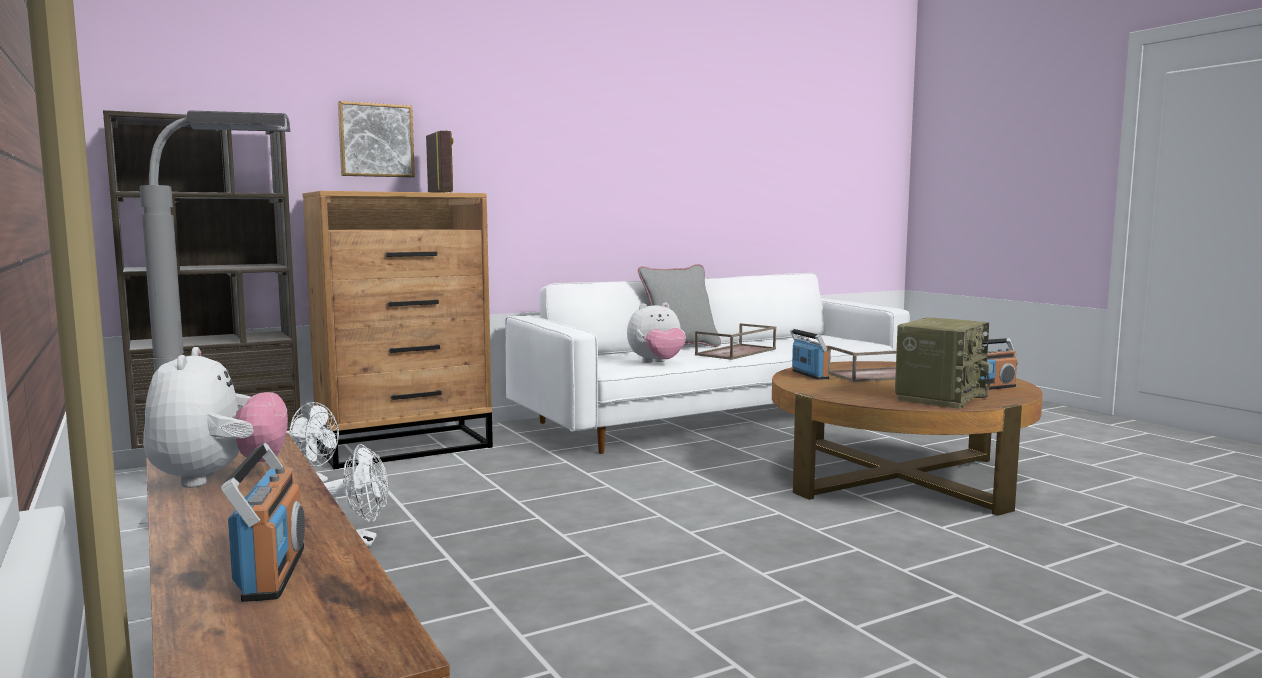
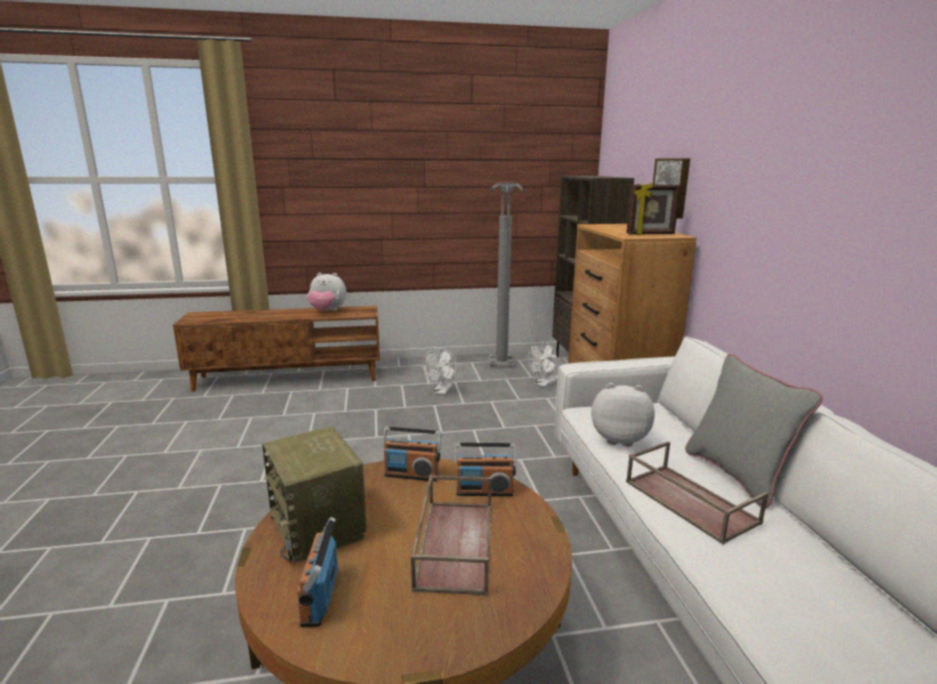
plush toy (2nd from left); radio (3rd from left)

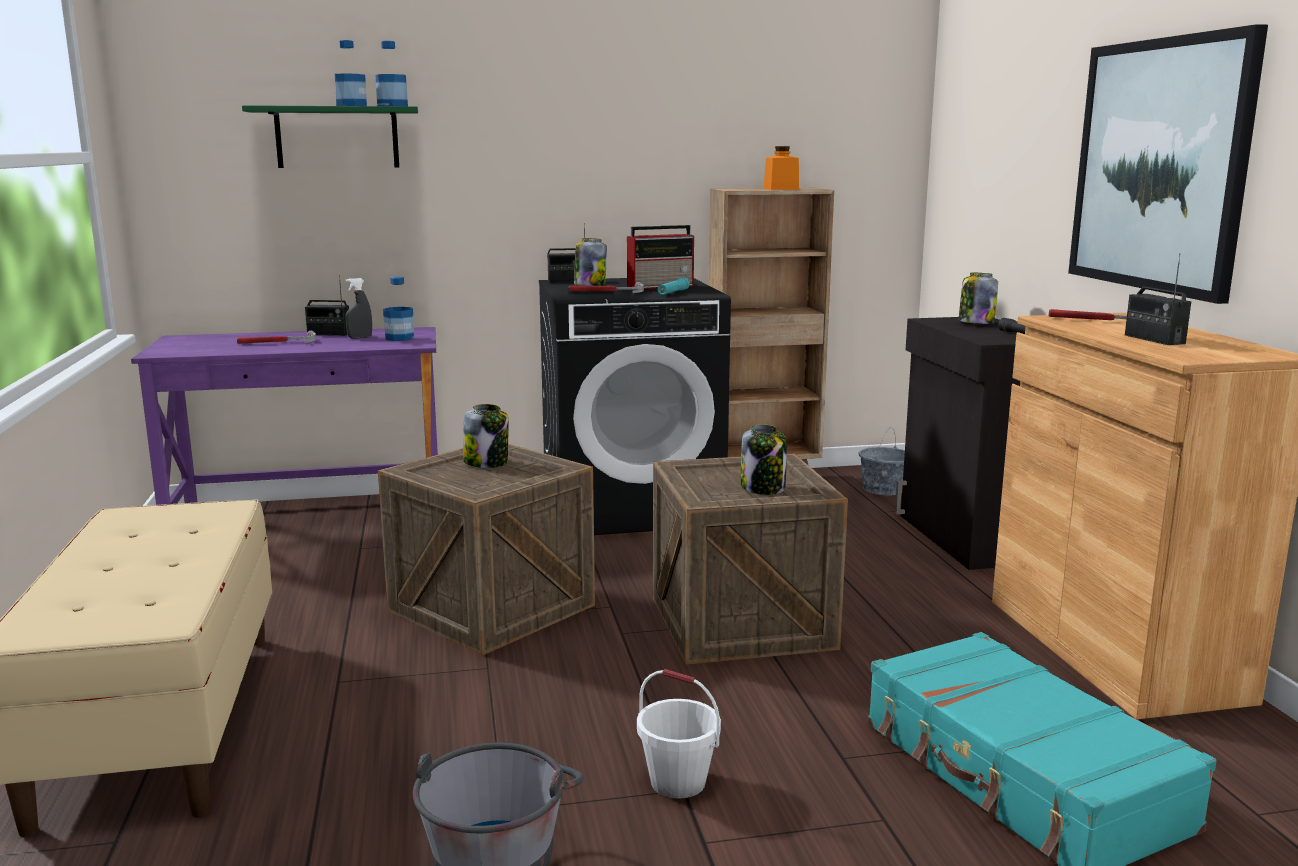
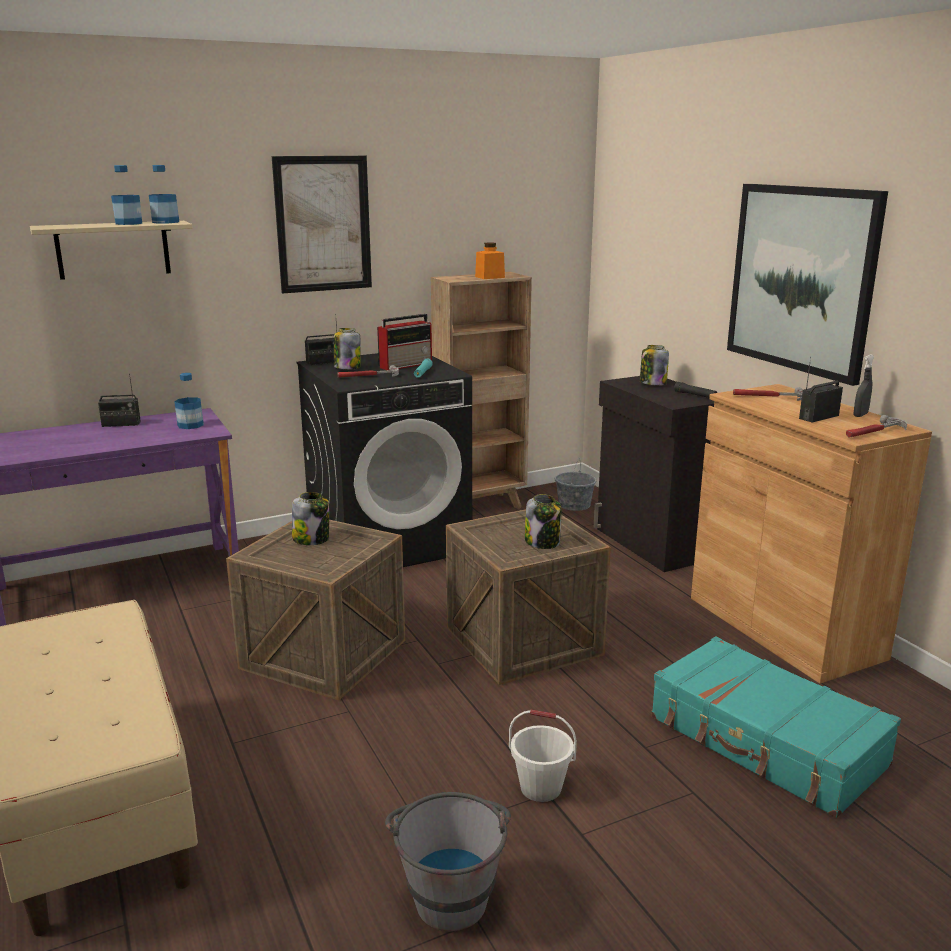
shelf in beige-coloured; radio (4th from left); spray bottle in grey; hand hammer (3rd from left); wall art (1st from left)

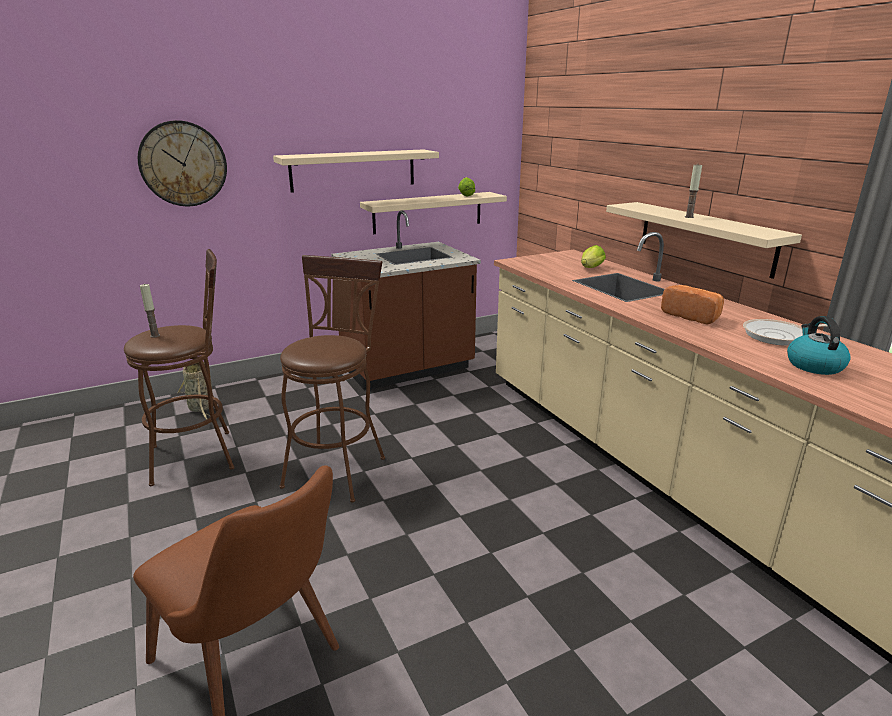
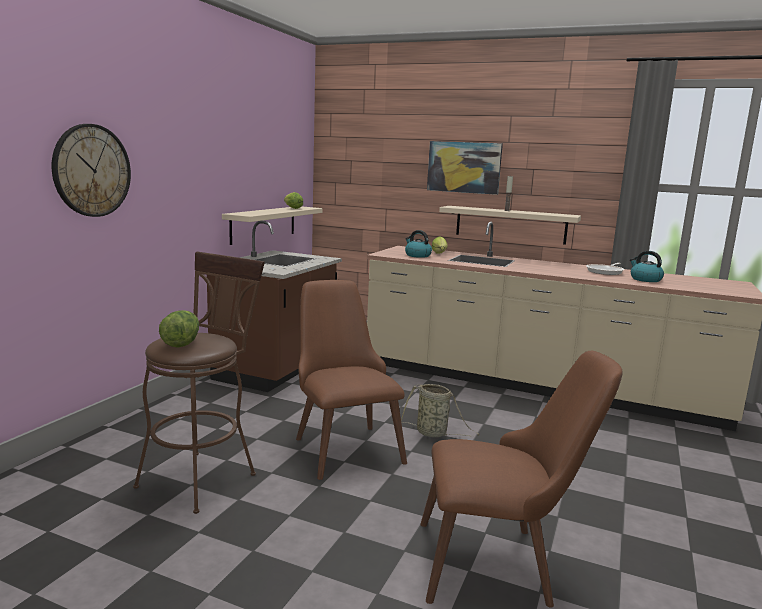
shelf in beige-coloured (1st from left in the first image); upright chair in brownish (1st from left); head of lettuce (1st from left); bakery bread; basket; wall art; water kettle (1st from left)

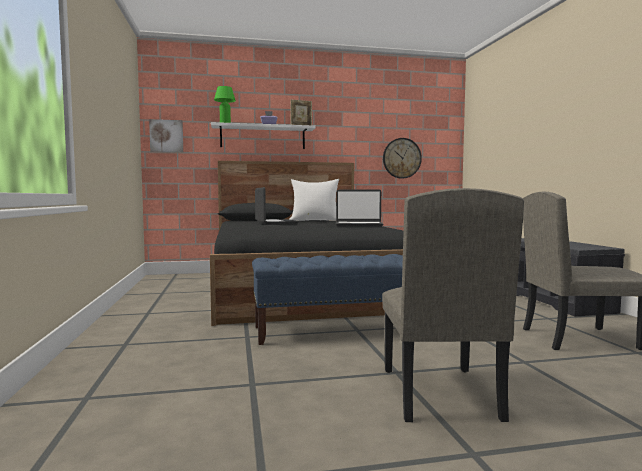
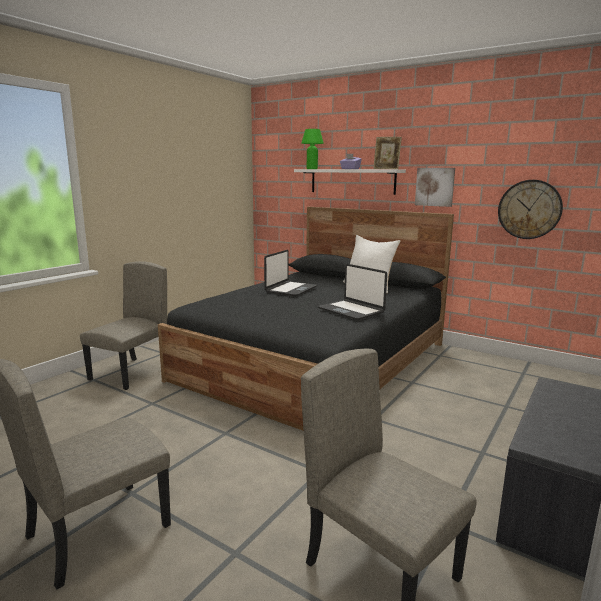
wall art; bench in bluish; upright chair in beige-coloured (2nd from left)

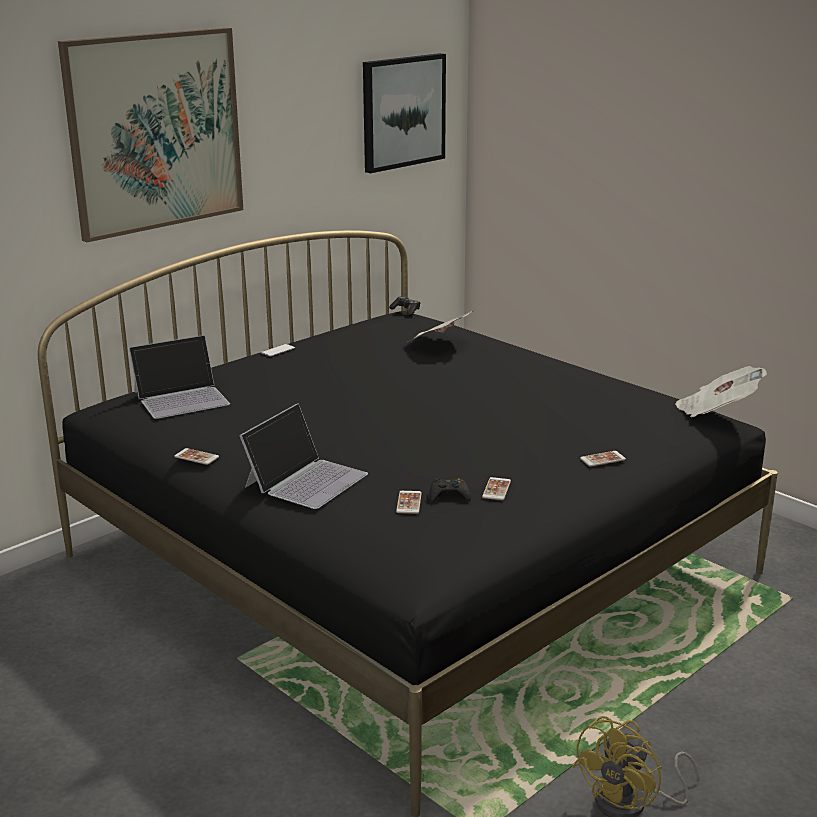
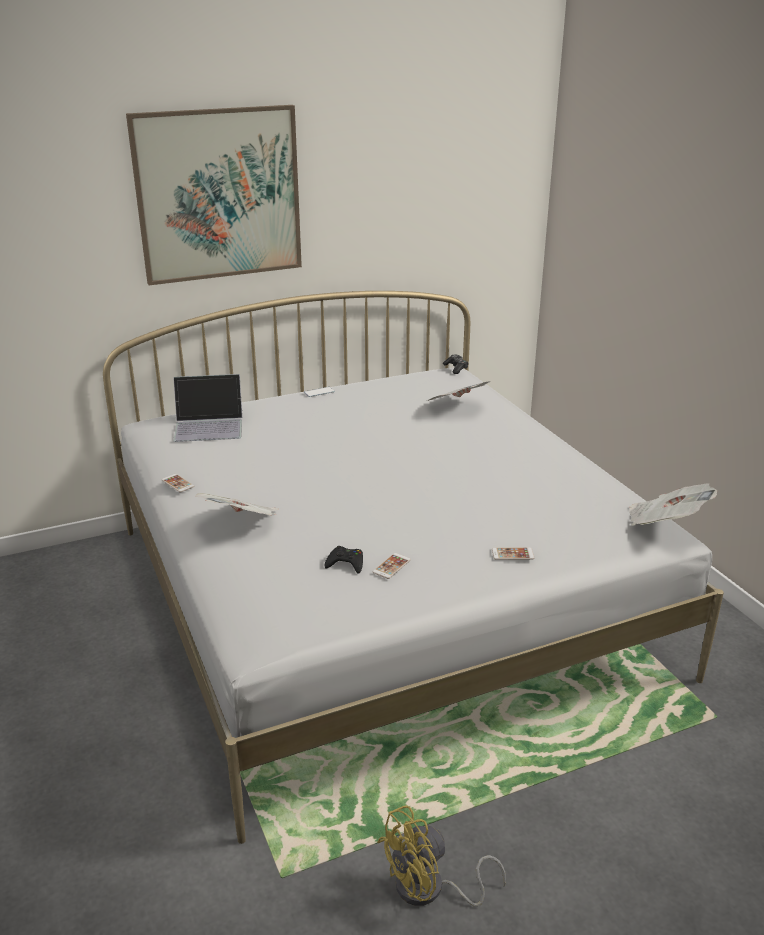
wall art (2nd from left in the first image); bed in whitish; printed paper (1st from left); phone (3rd from left in the first image)

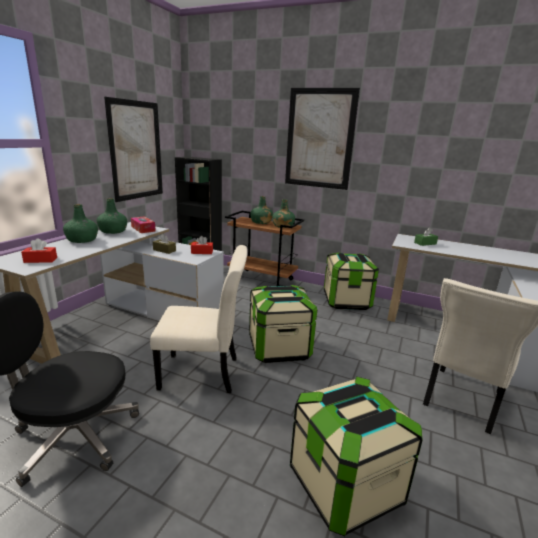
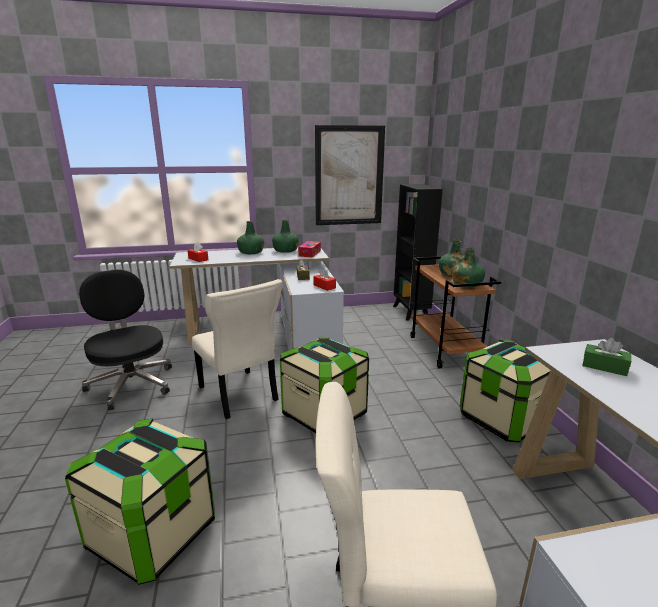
wall art (2nd from left in the first image)

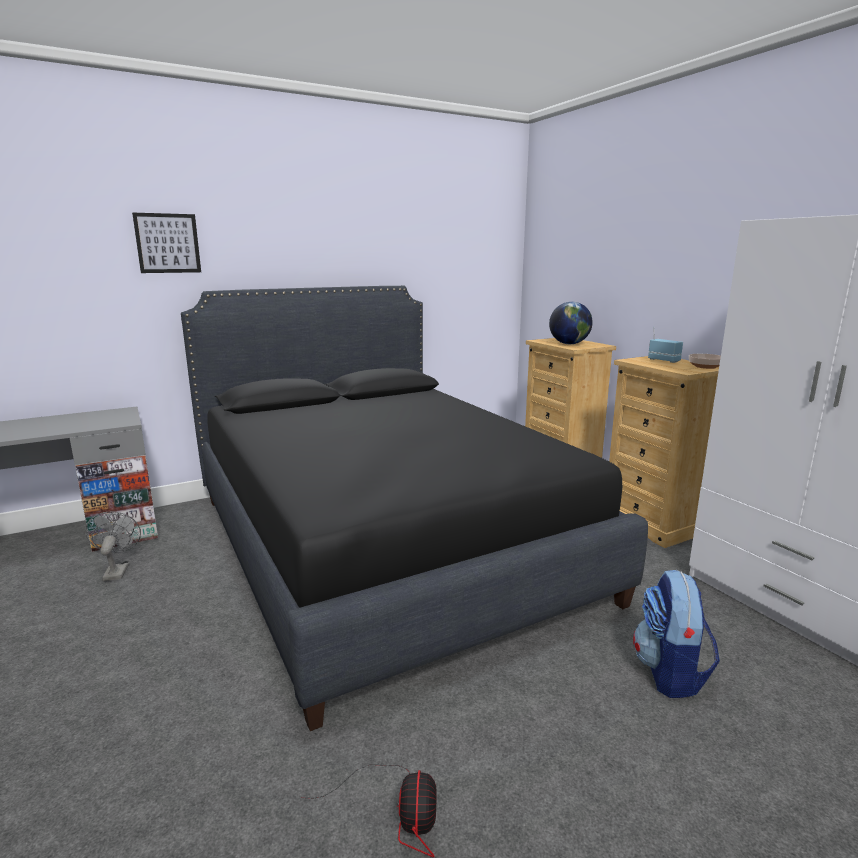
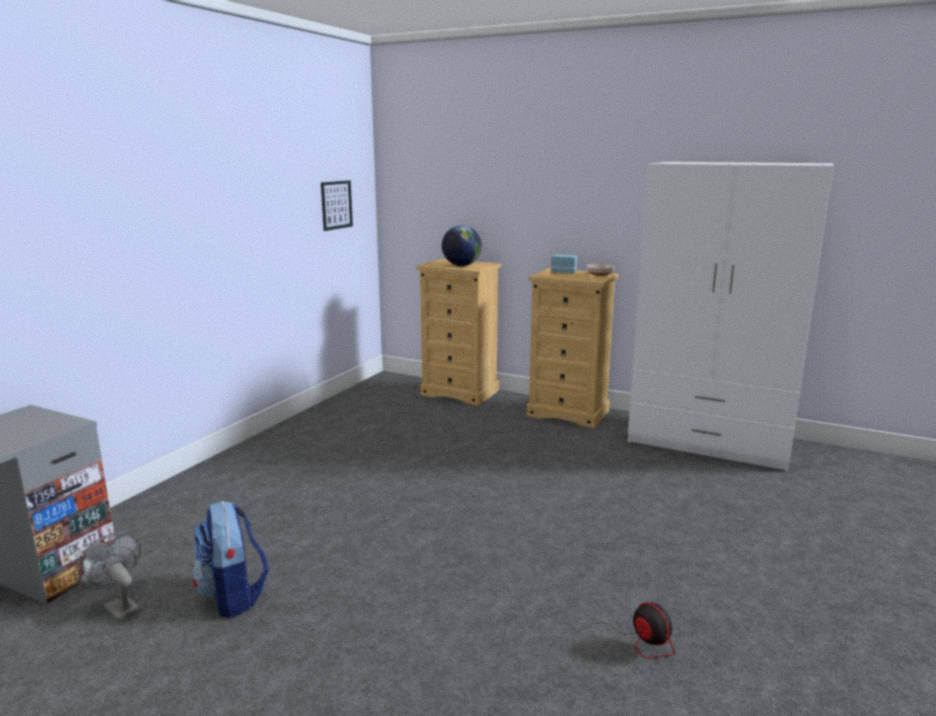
wall art; bed in blackish; backpack

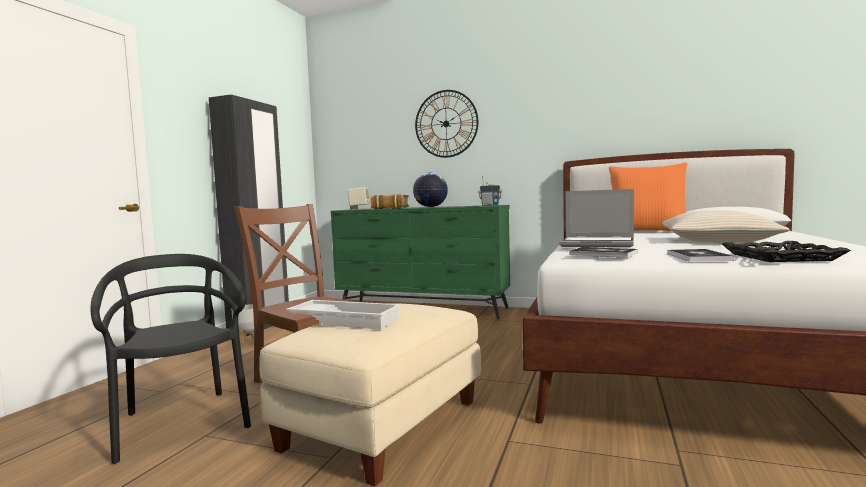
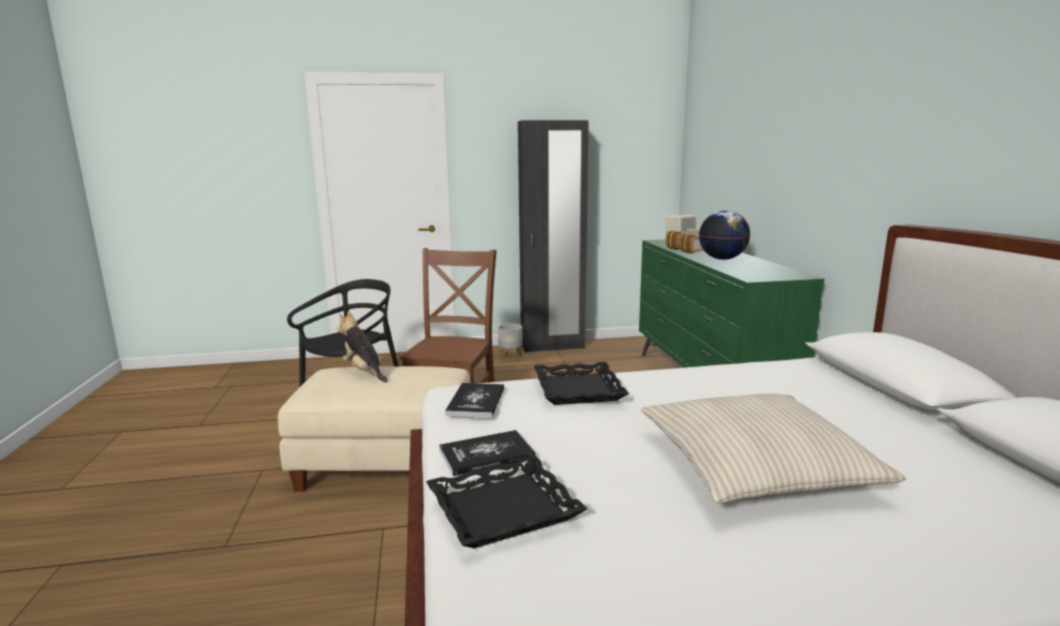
clock on the wall; pillow in orange-coloured; radio; tray in blackish (2nd from left); plush toy

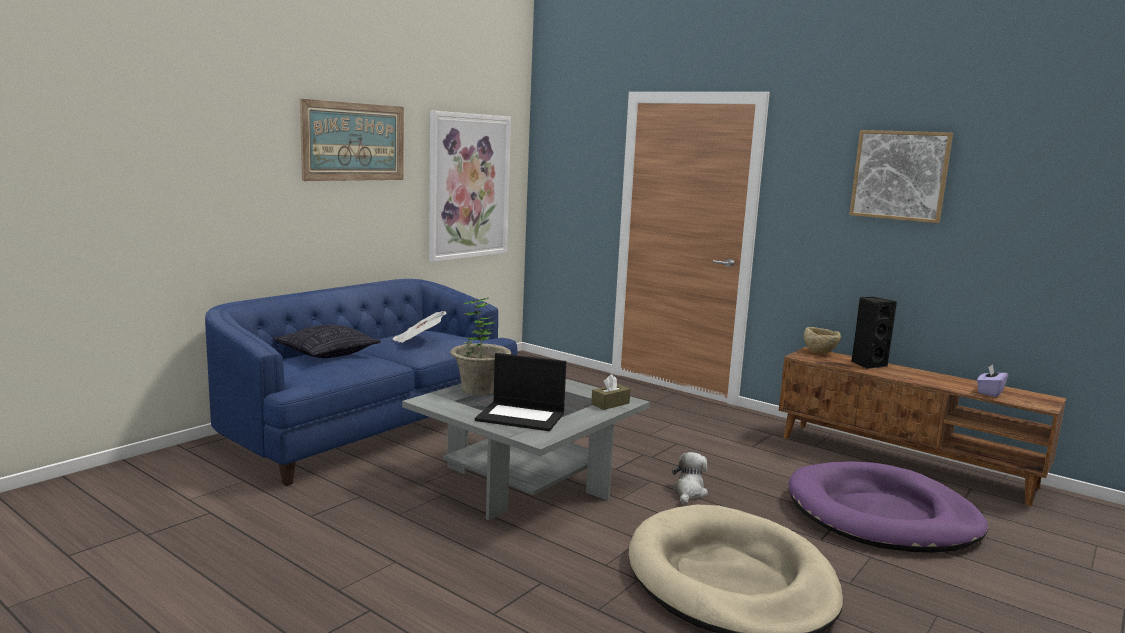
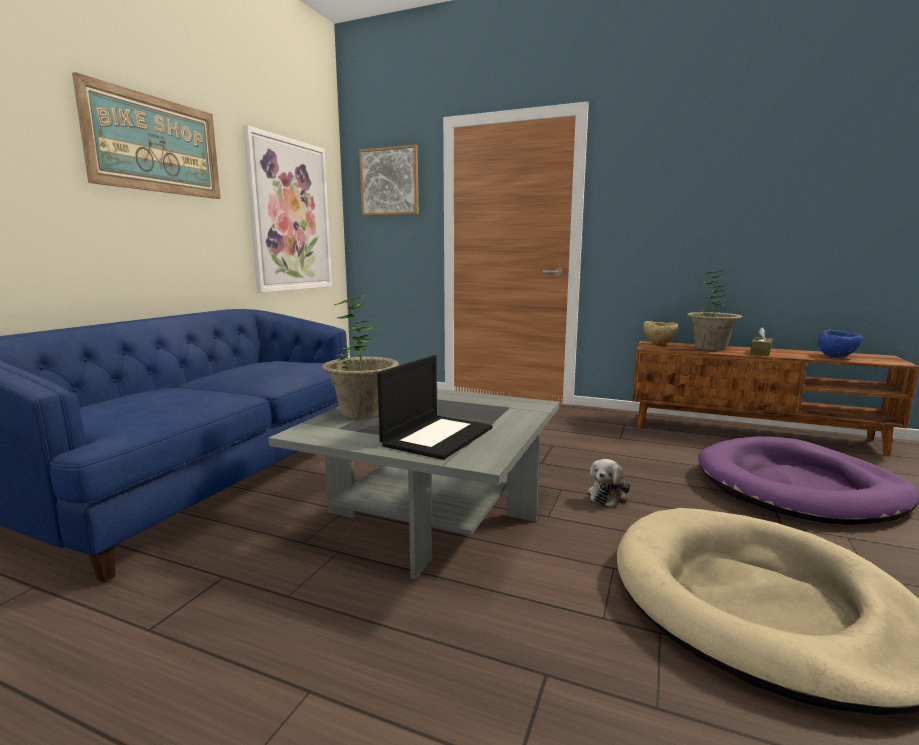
wall art (3rd from left); houseplant (2nd from left); printed paper; pillow; portable computer; deep dish in bluish; tissue holder in brownish; plush toy

